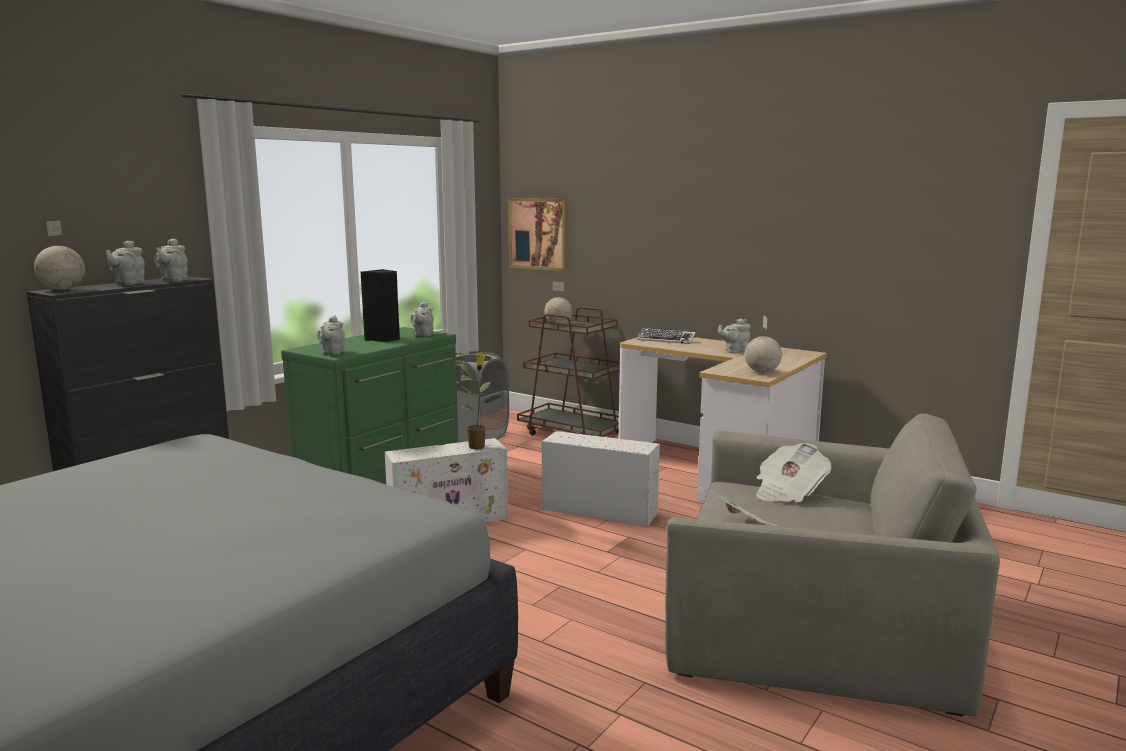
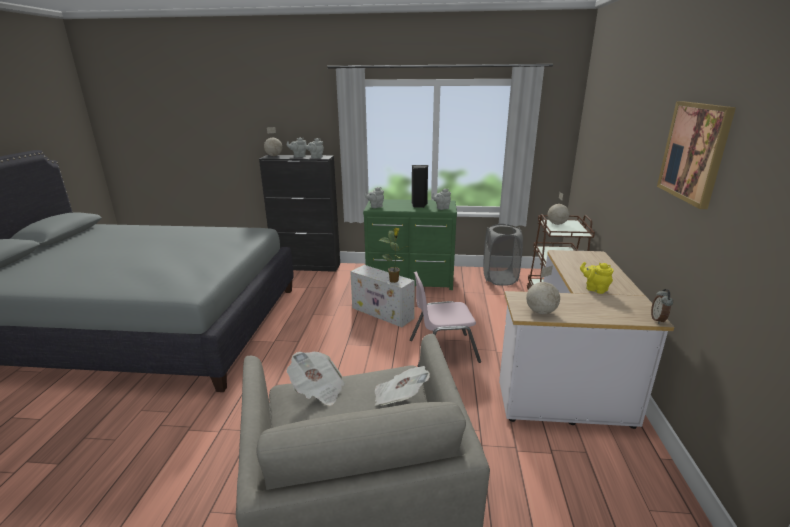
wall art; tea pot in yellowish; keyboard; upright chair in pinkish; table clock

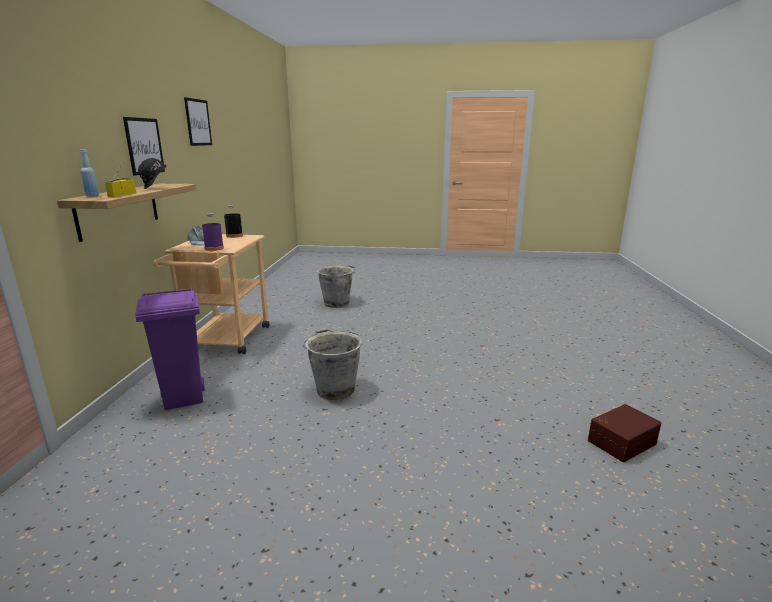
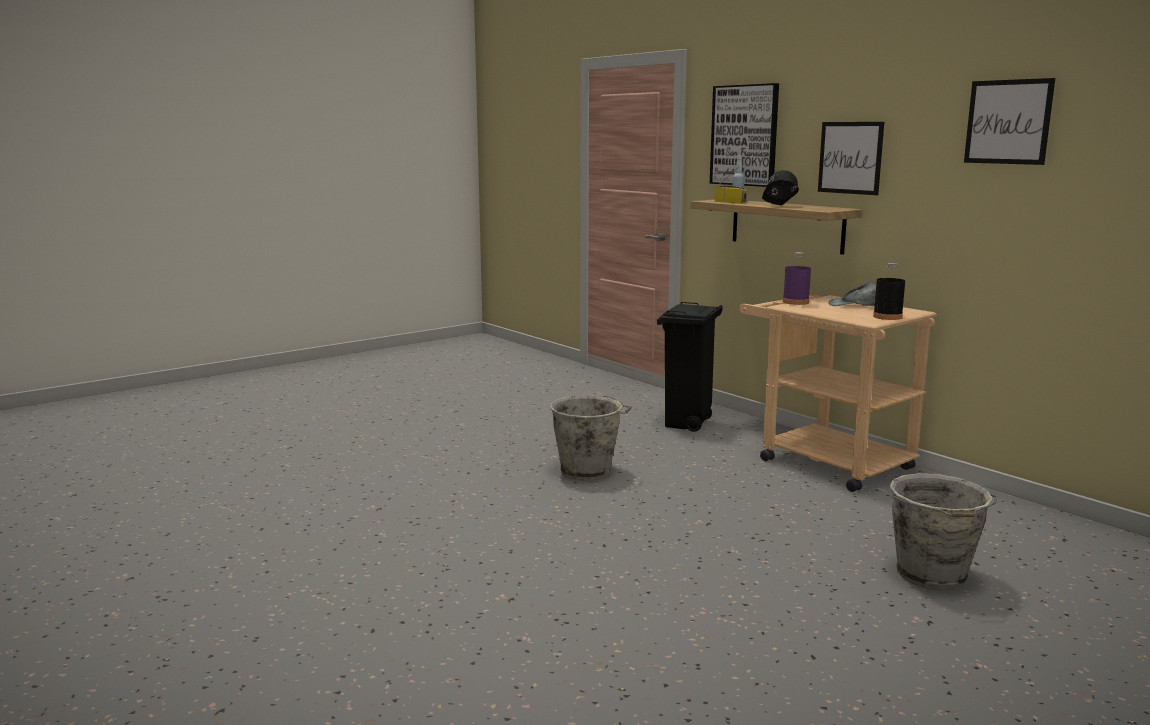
trash can in blackish; storage box in brownish; wall art (1st from left)

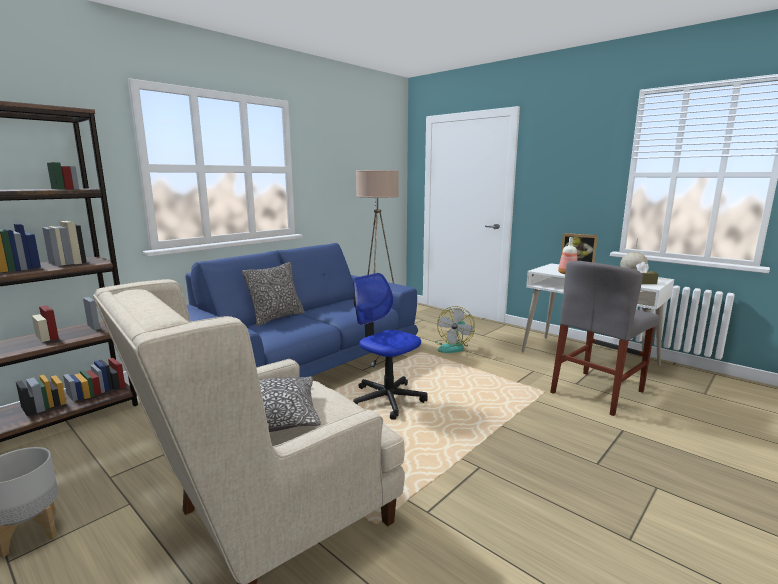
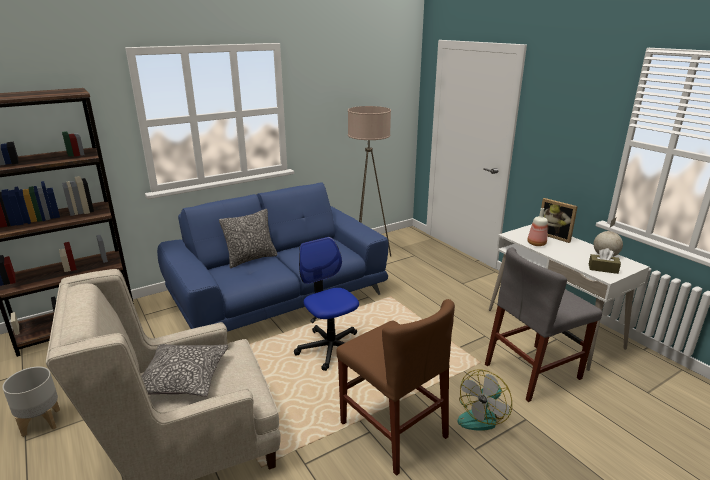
electric fan; upright chair in brownish

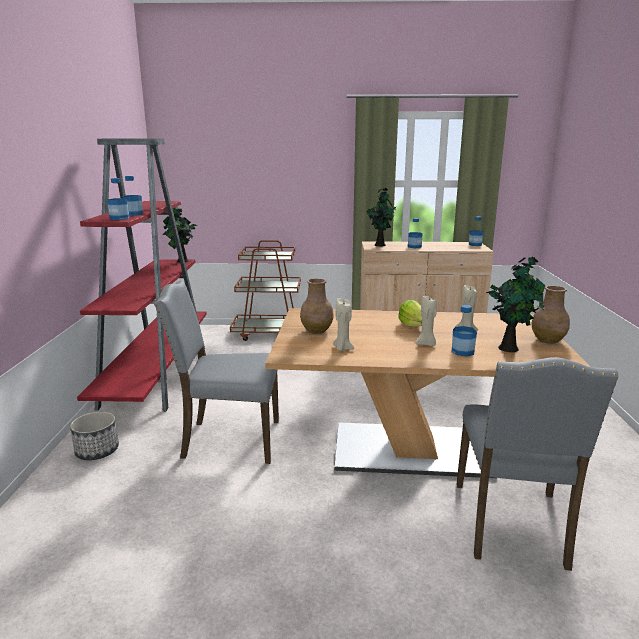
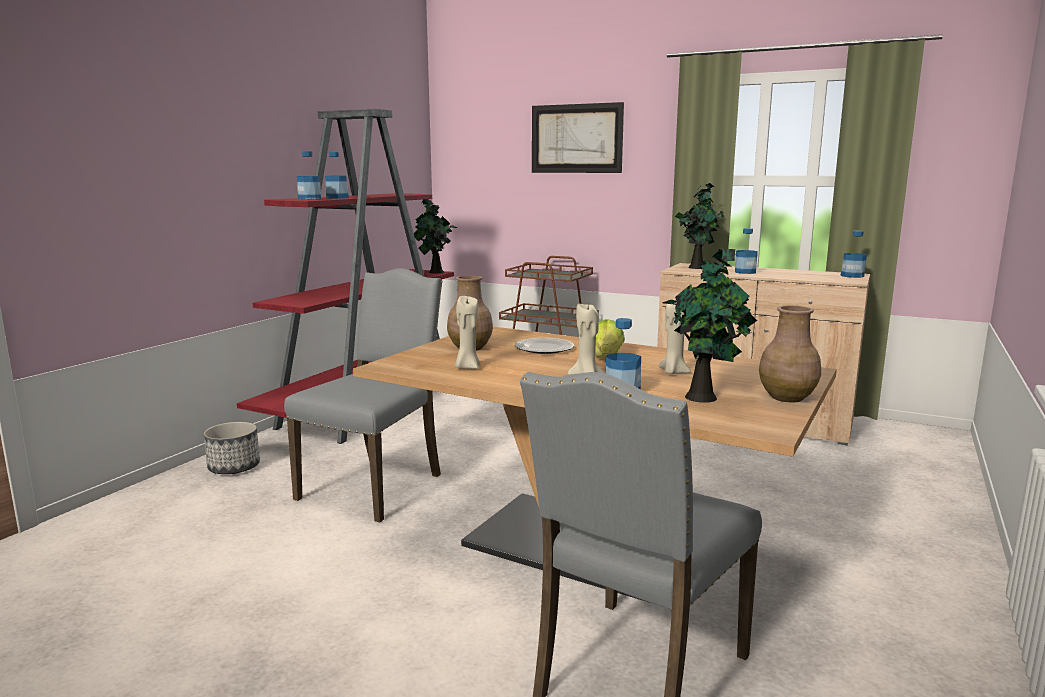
upright chair in grey (1st from left); wall art; dinner plate

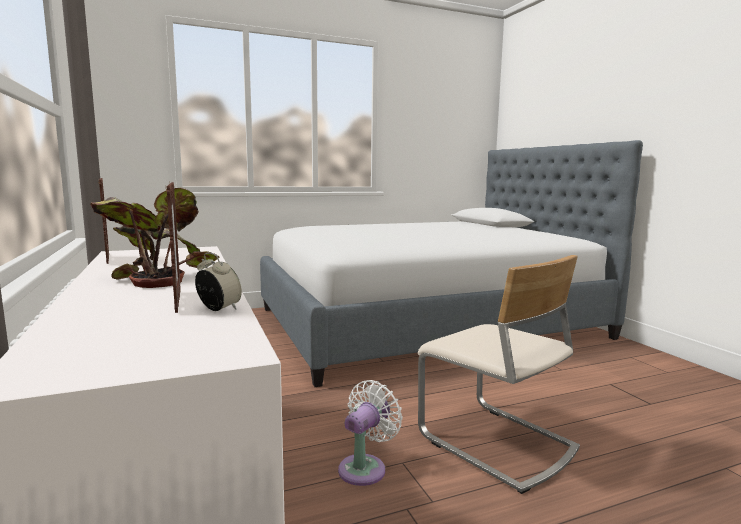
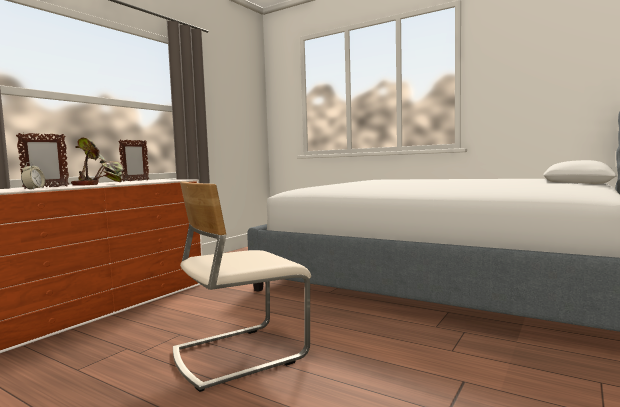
upright chair in beige-coloured; electric fan in whitish

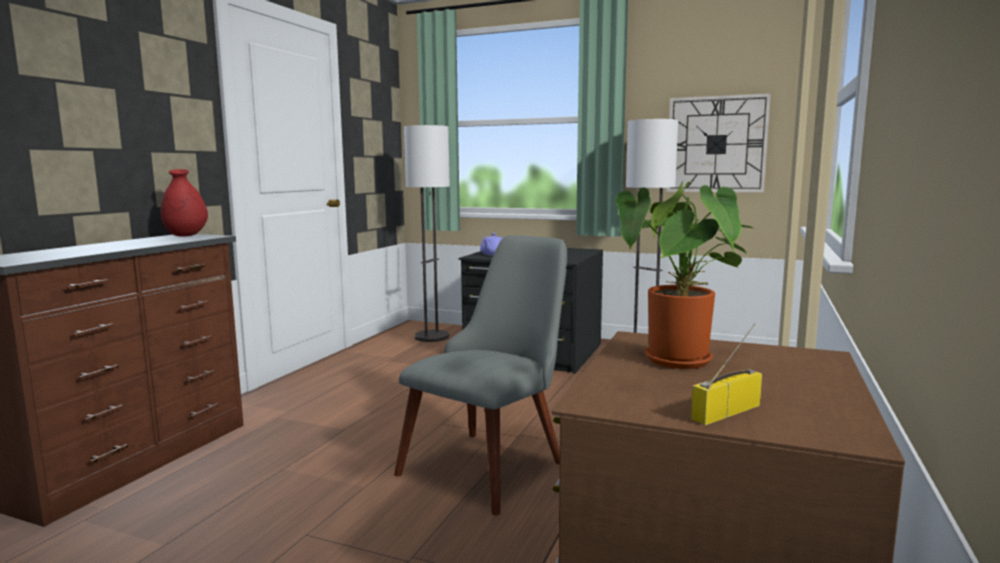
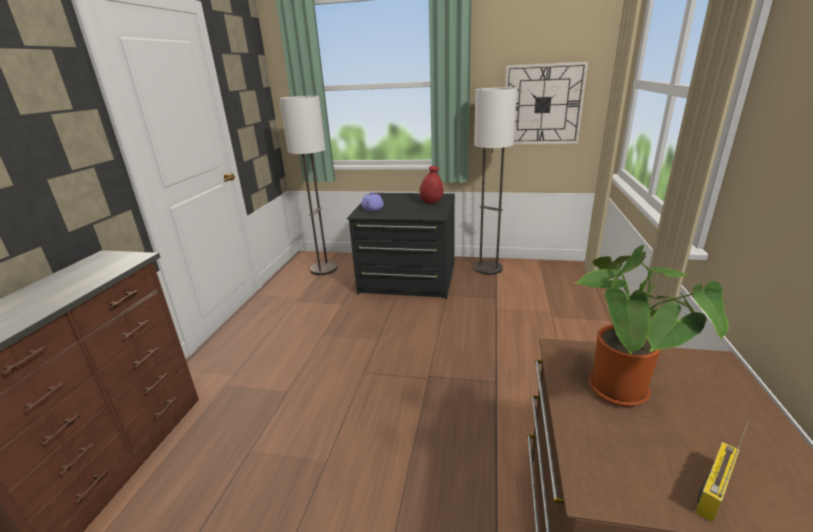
decorative vase in red-coloured; upright chair in grey

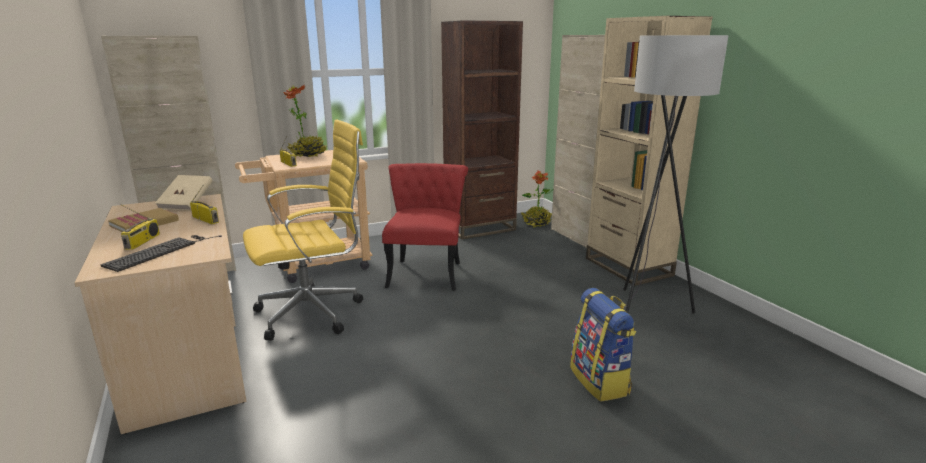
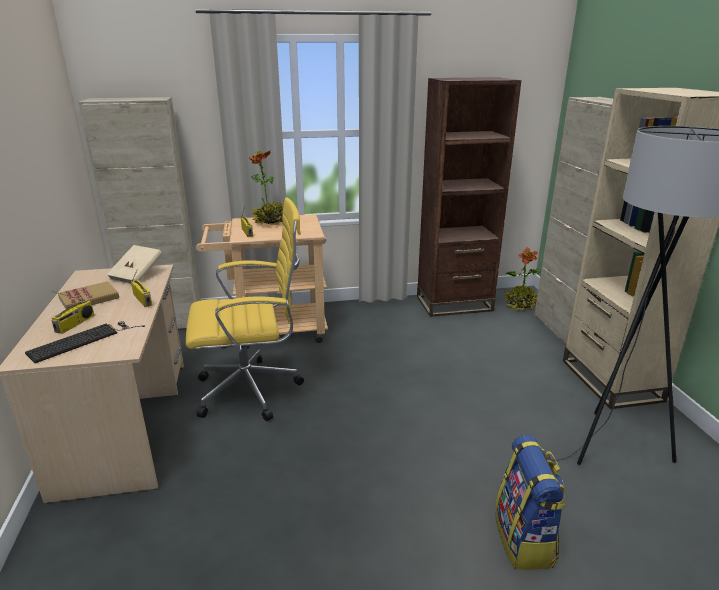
upright chair in red-coloured

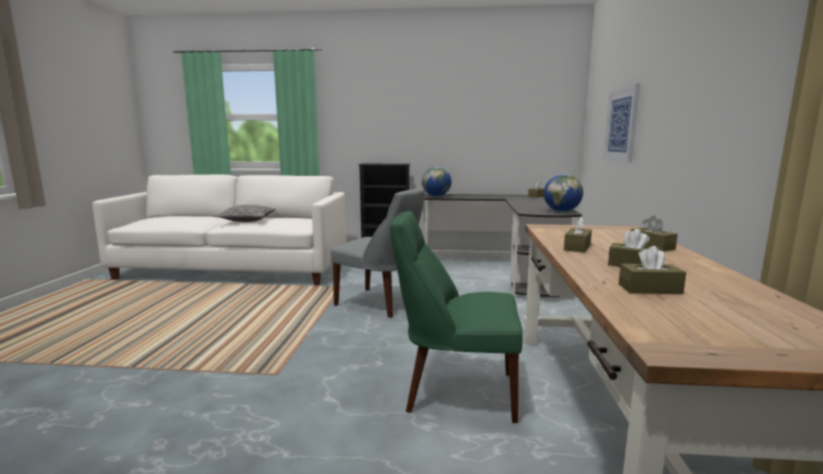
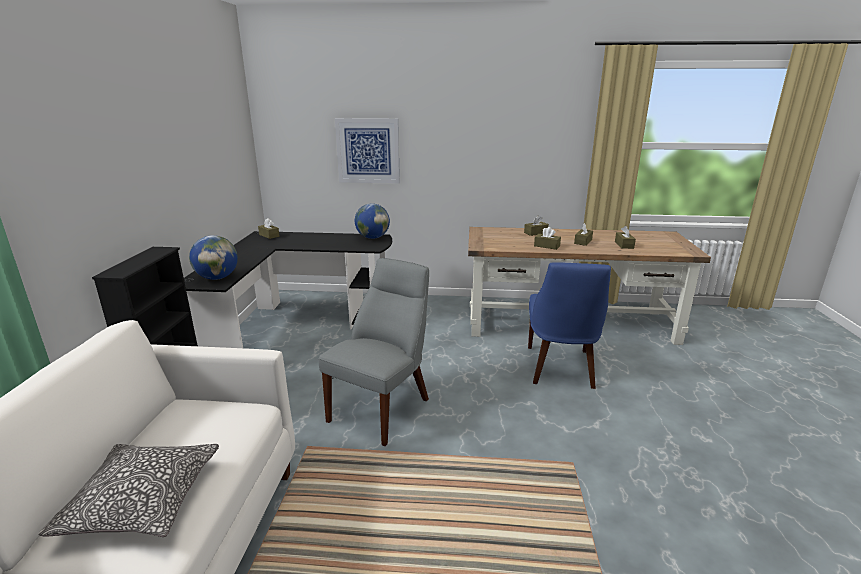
upright chair in bluish

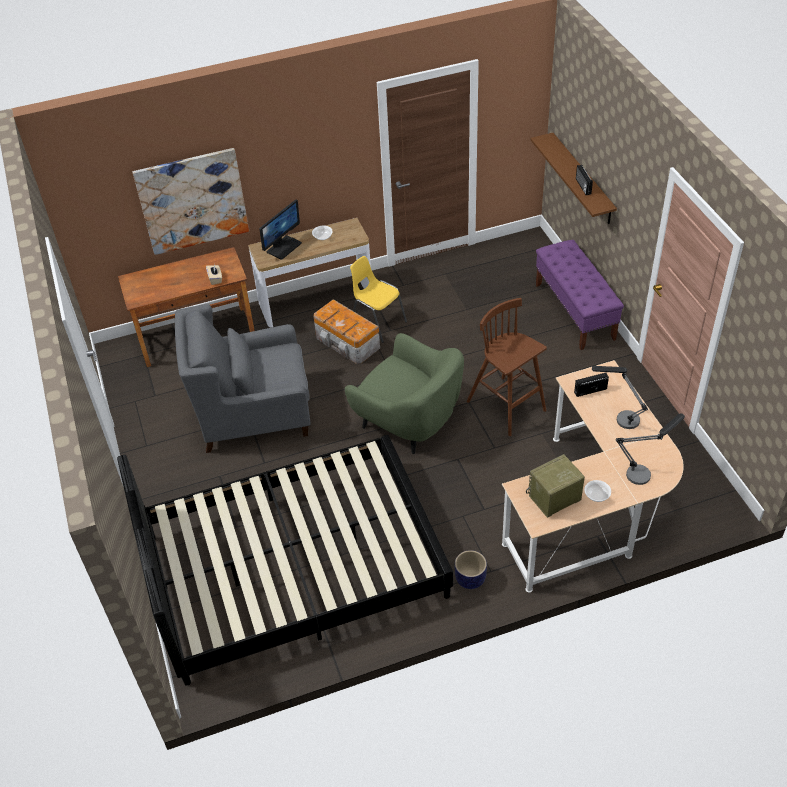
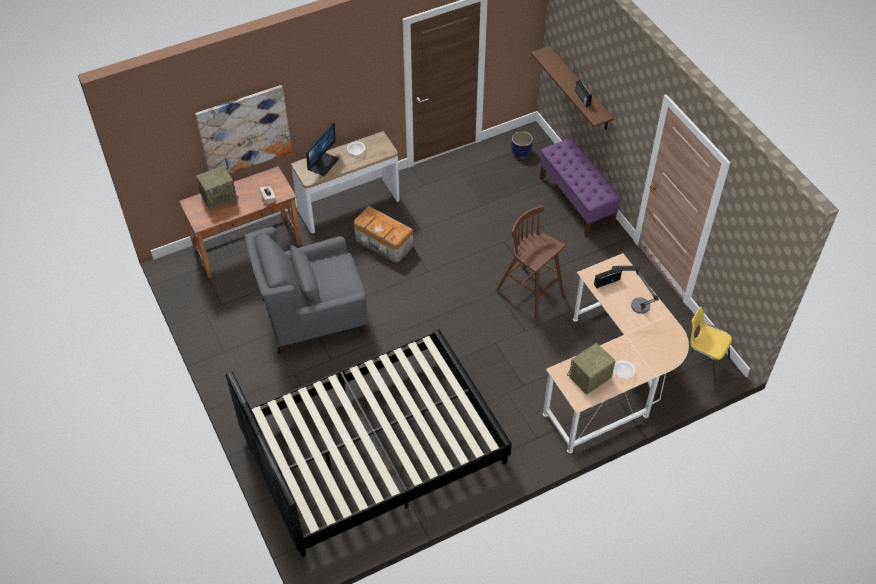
upright chair in yellowish; easy chair in green; table lamp (2nd from left in the first image); planter; radio (1st from left)

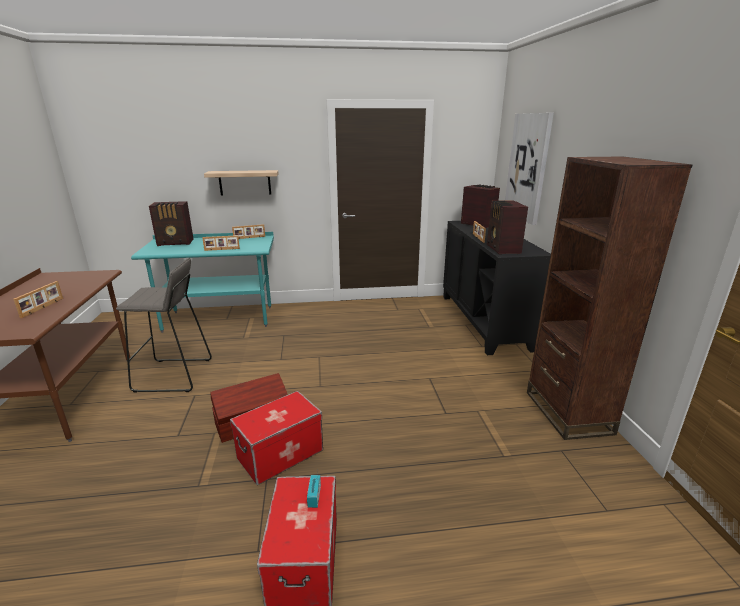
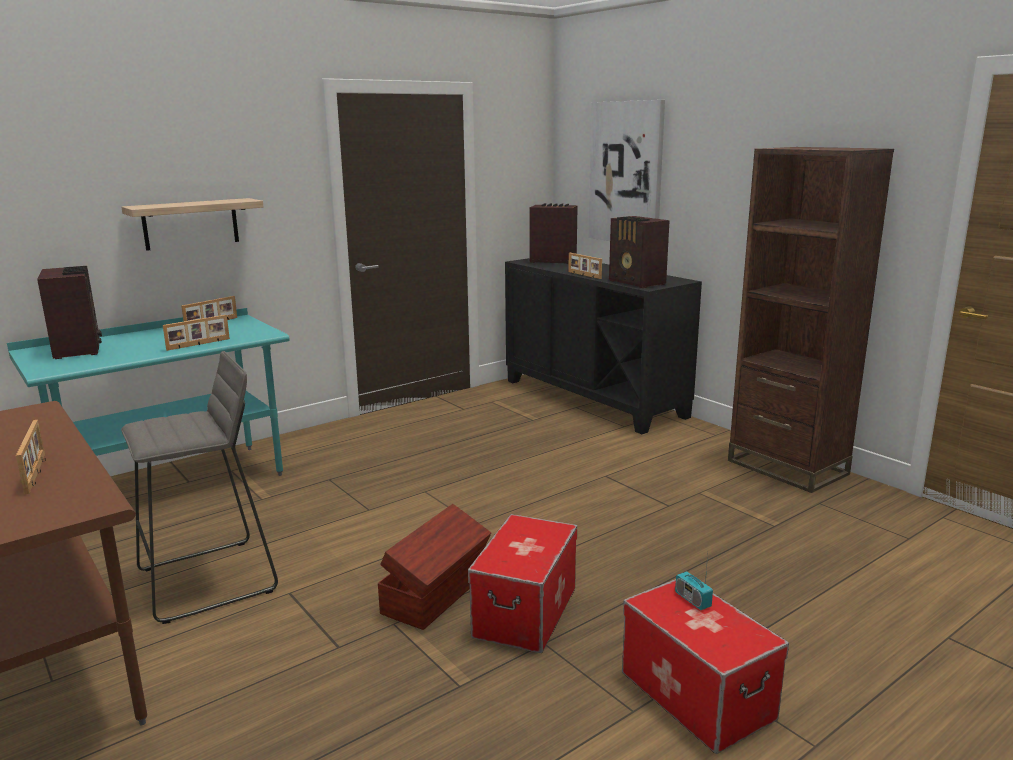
radio (1st from left)

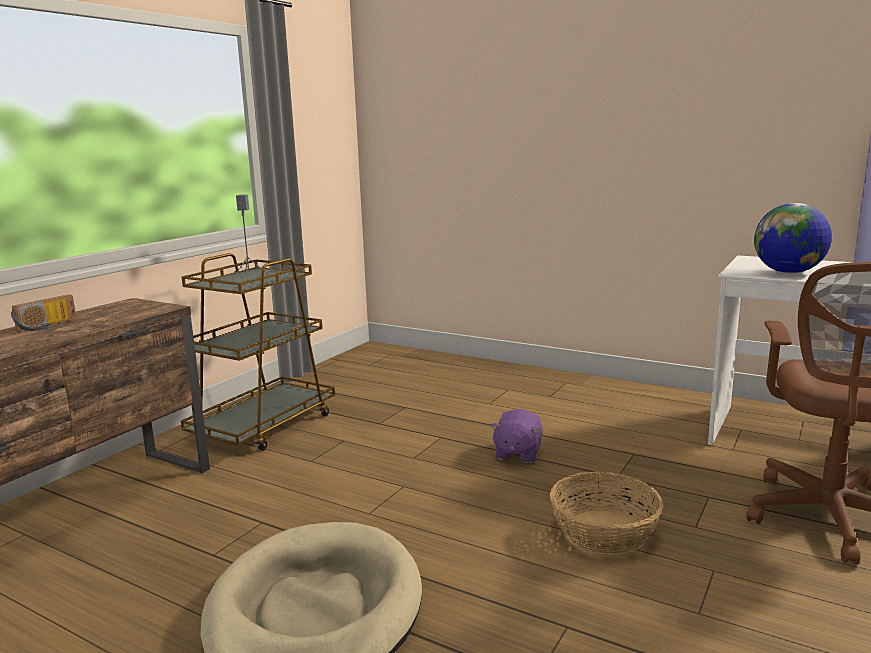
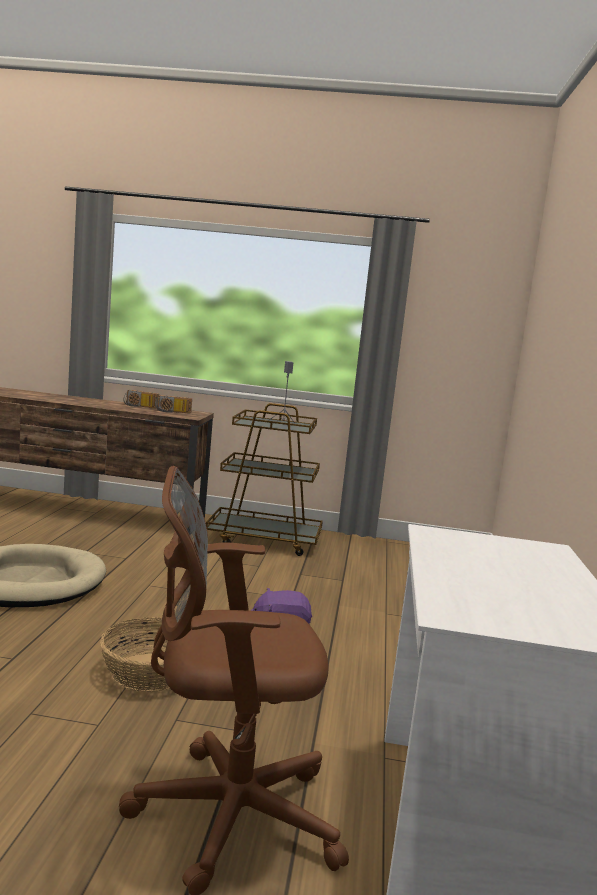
world globe; radio (2nd from left)

